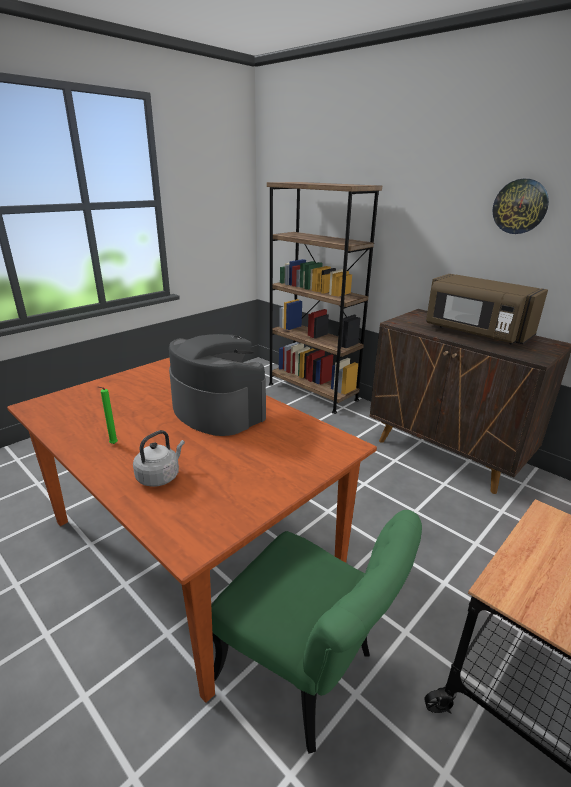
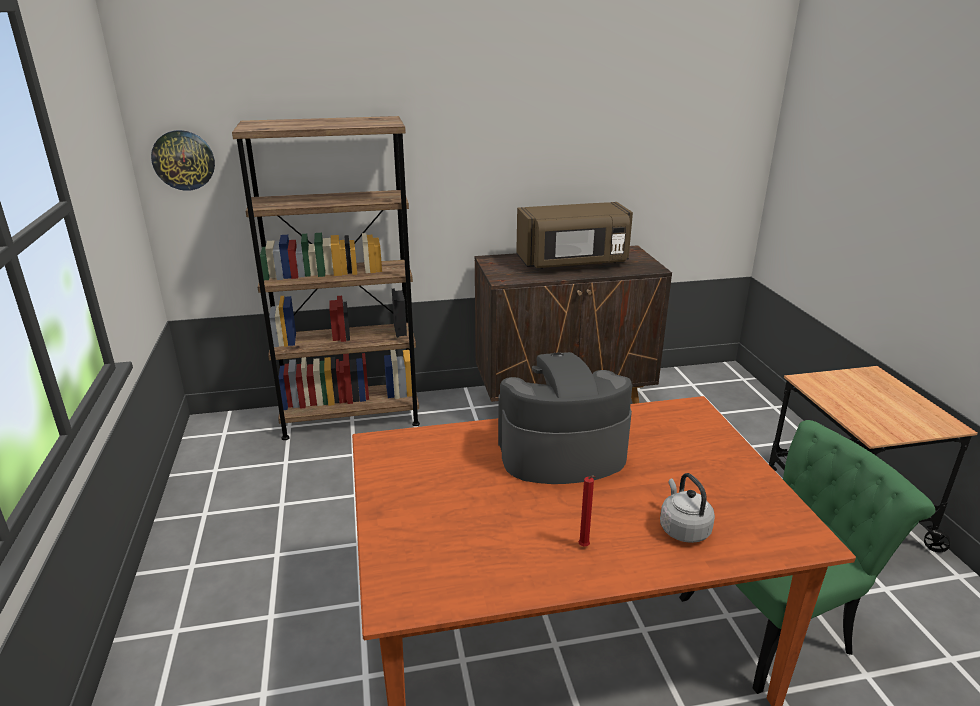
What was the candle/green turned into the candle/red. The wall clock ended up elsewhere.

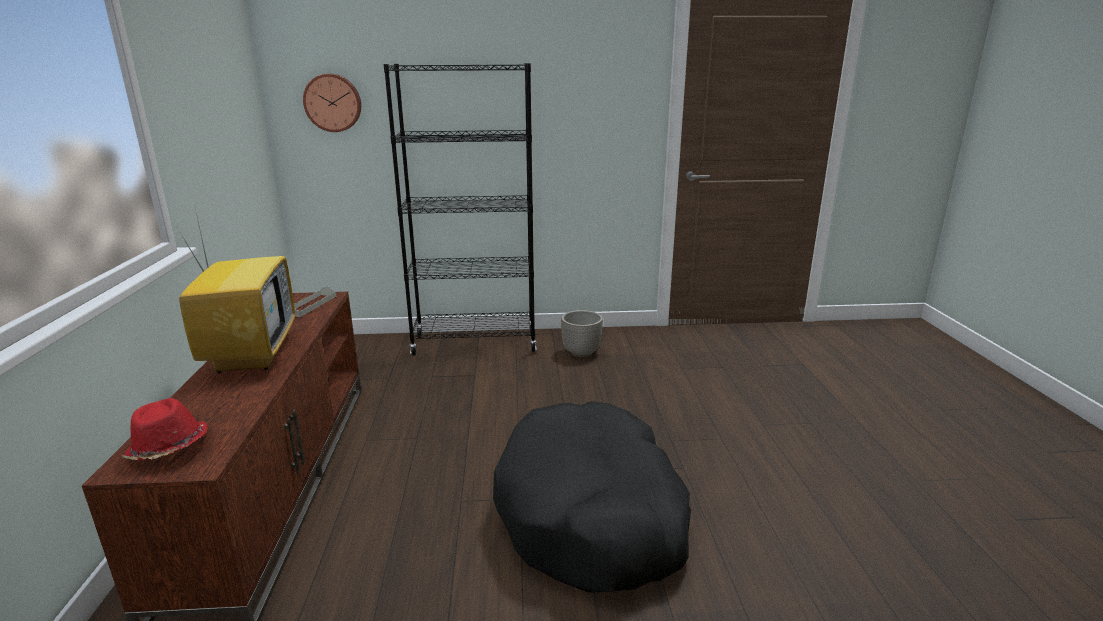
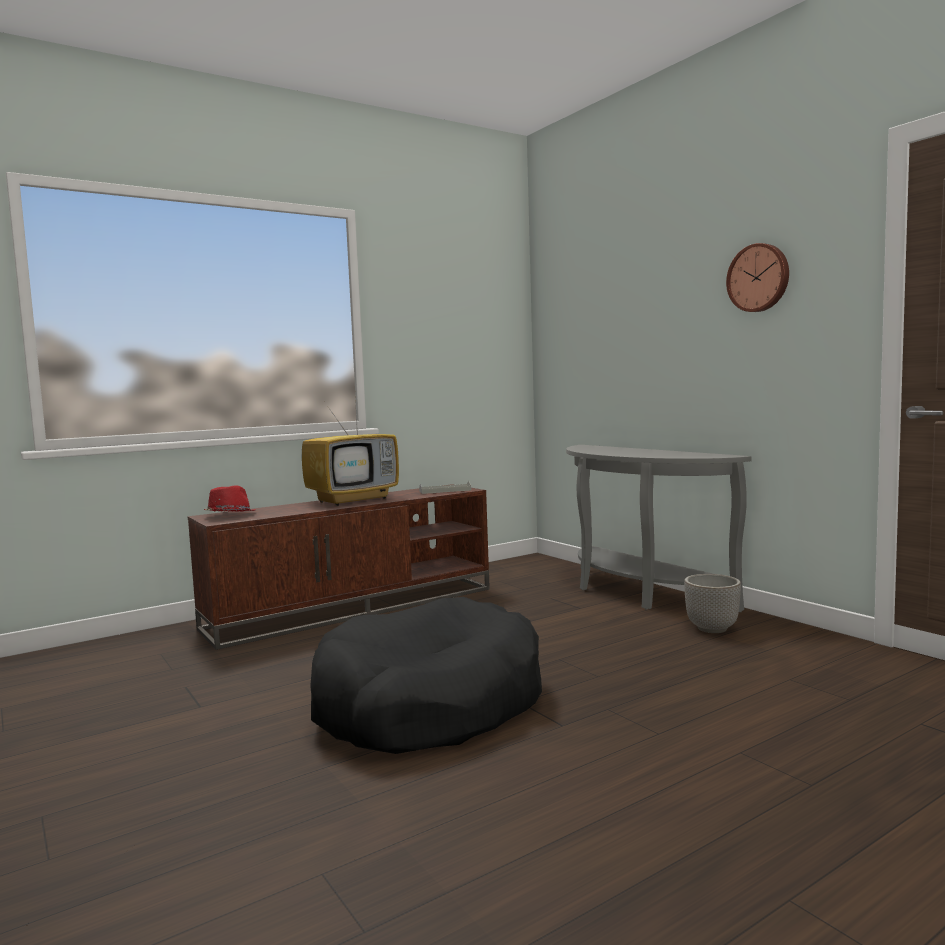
The wall clock ended up elsewhere. Where the bookcase/black stood, the console table/grey came to stand.

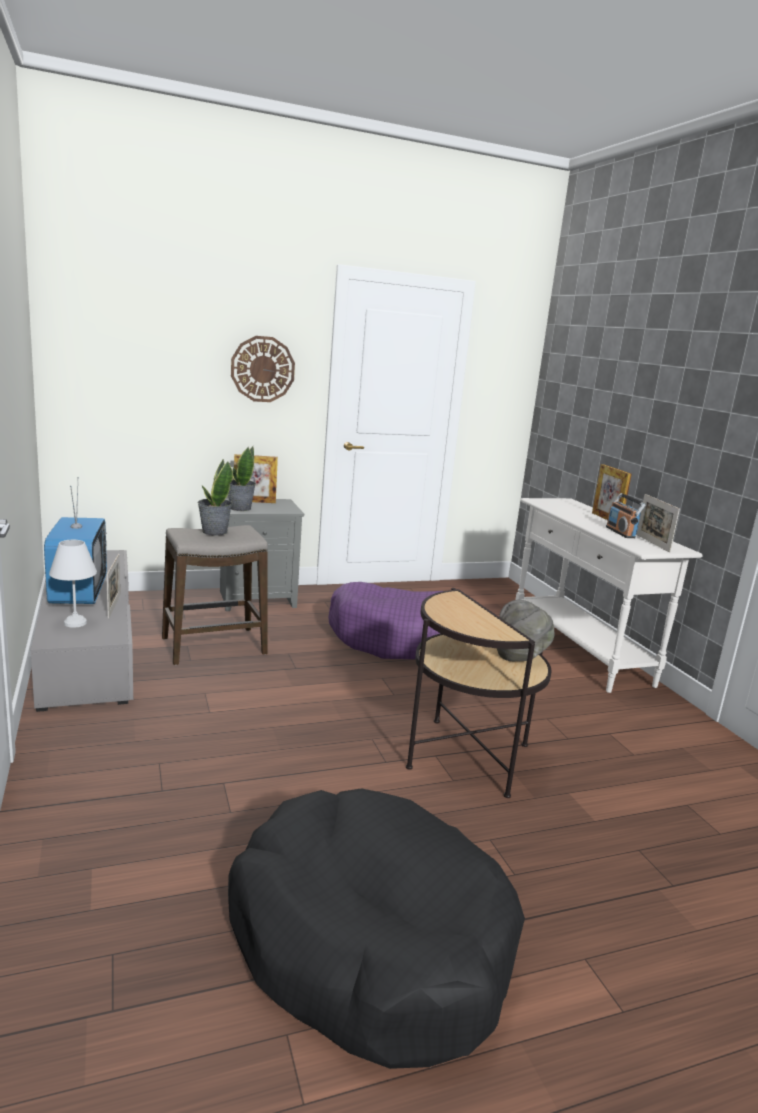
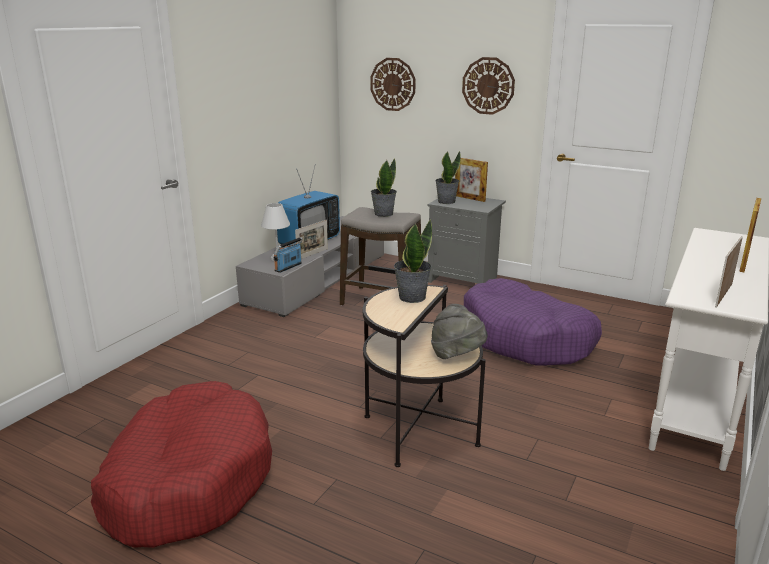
What was the dog bed/black turned into the dog bed/red. The radio ended up elsewhere. The second view gained the wall clock (no. 1 from left). The second view gained the potted plant (no. 2 from left).

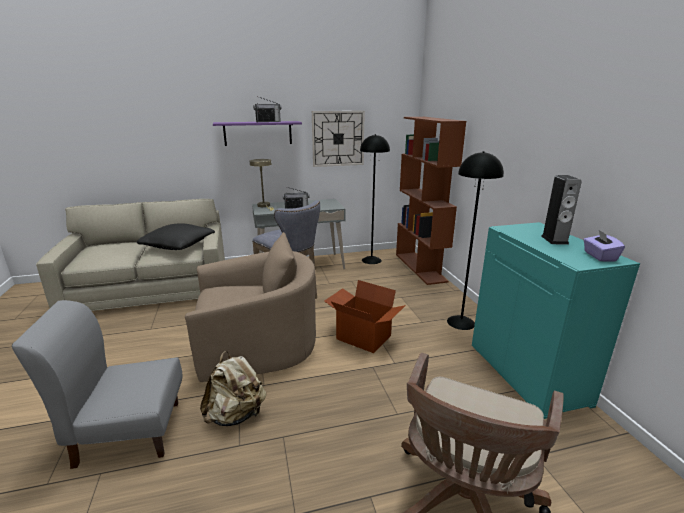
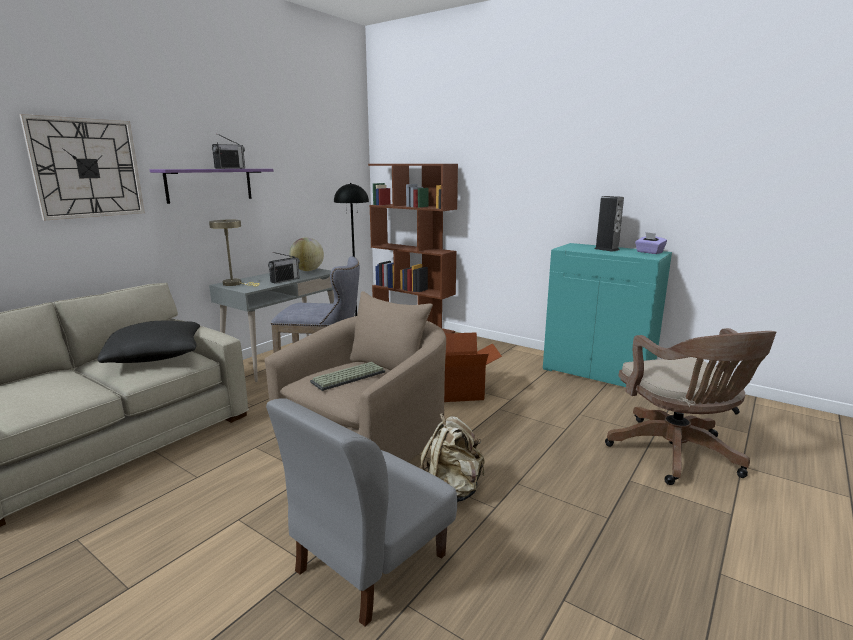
The wall clock ended up elsewhere. The second view lost the floor lamp/black (no. 2 from left). The second view gained the globe. The second view gained the keyboard.

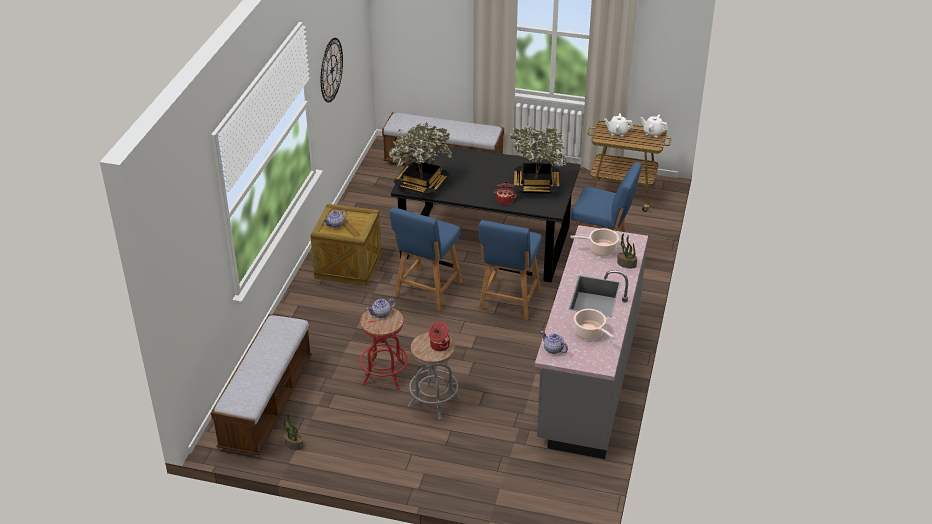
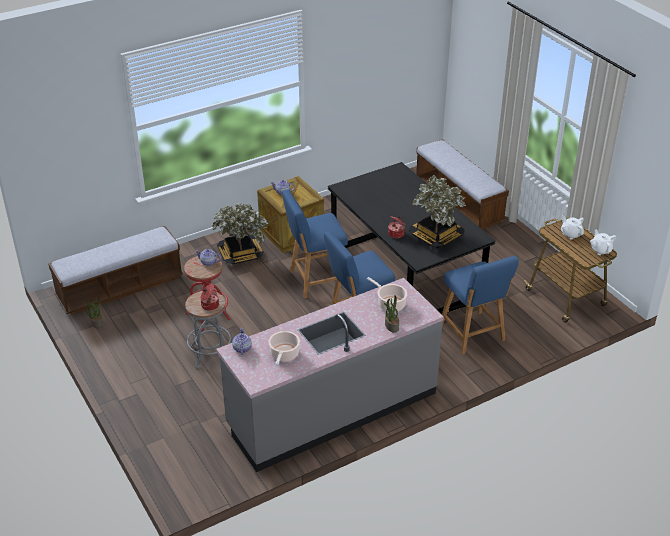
The second view lost the wall clock. The potted plant (no. 2 from left) ended up elsewhere.

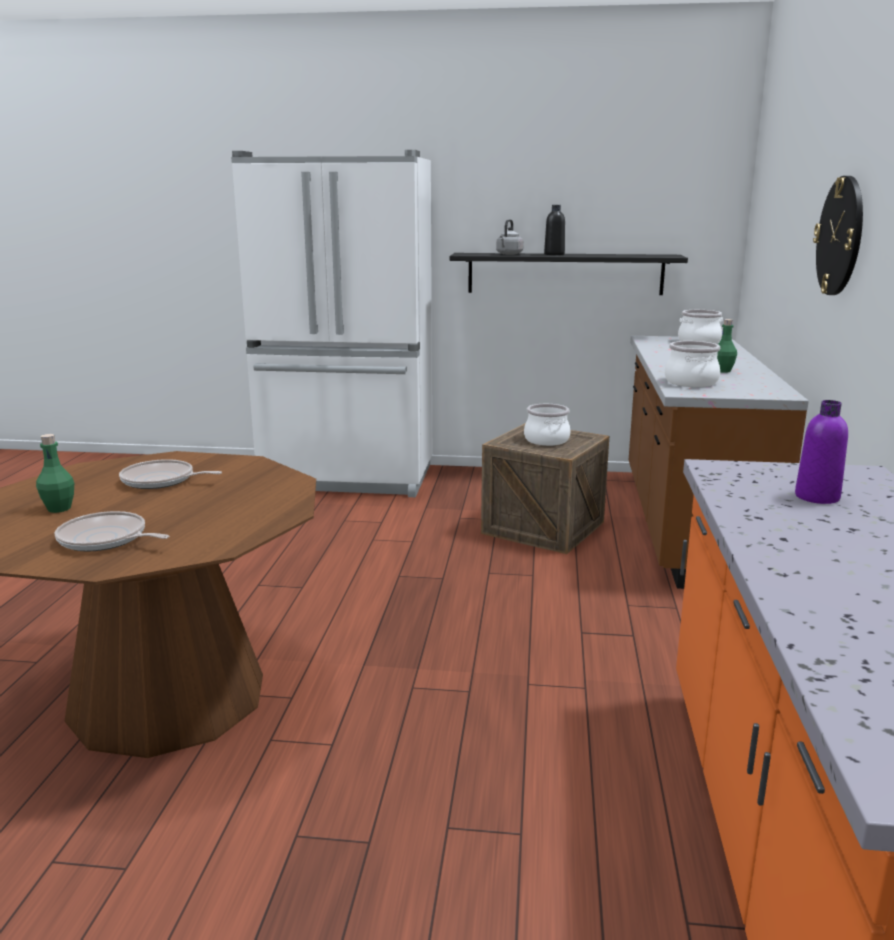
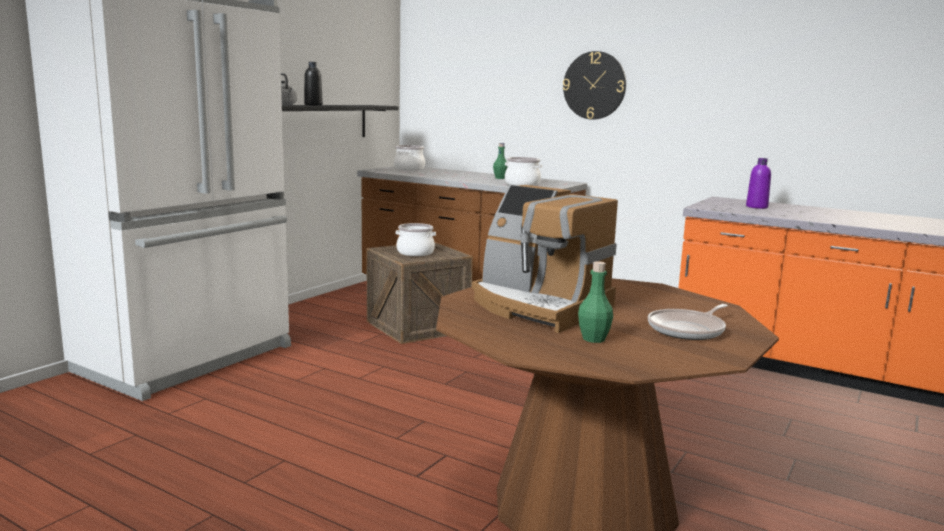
Where the frying pan (no. 2 from left) stood, the coffee machine came to stand.

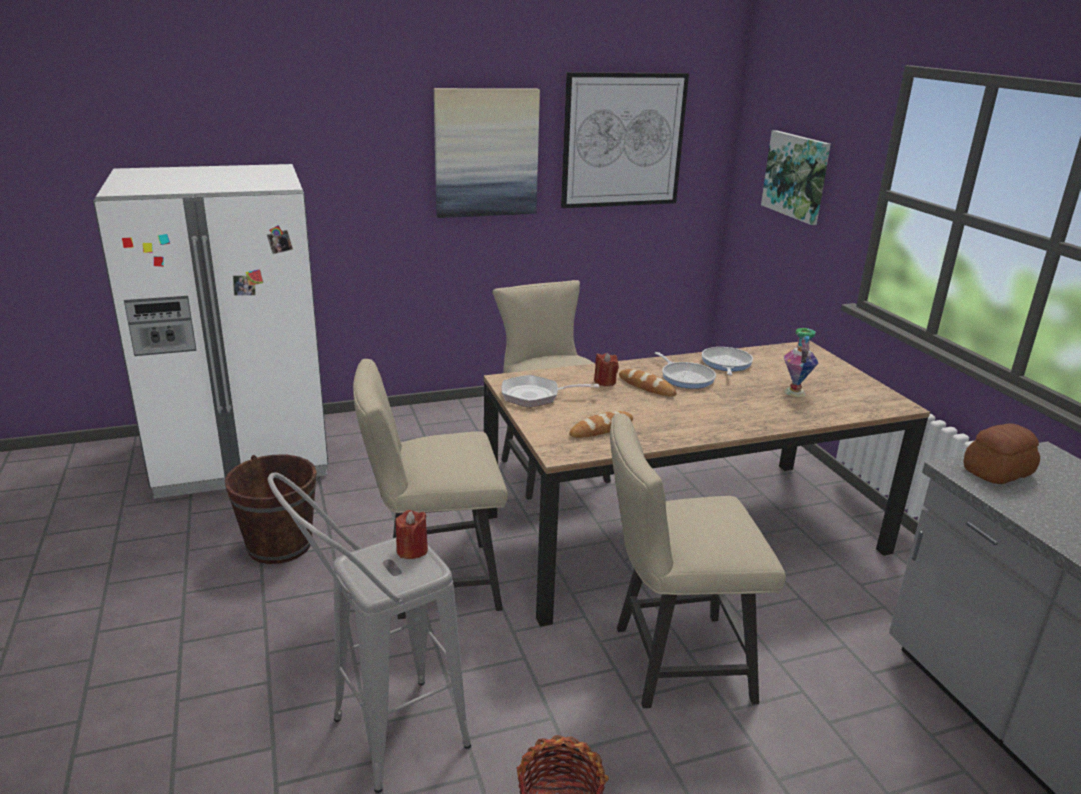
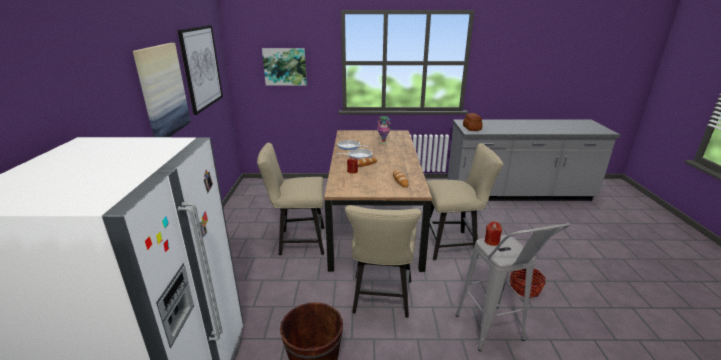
The second view lost the frying pan (no. 1 from left). The chair/beige (no. 3 from left) ended up facing another way, 105 degrees counterclockwise from before.

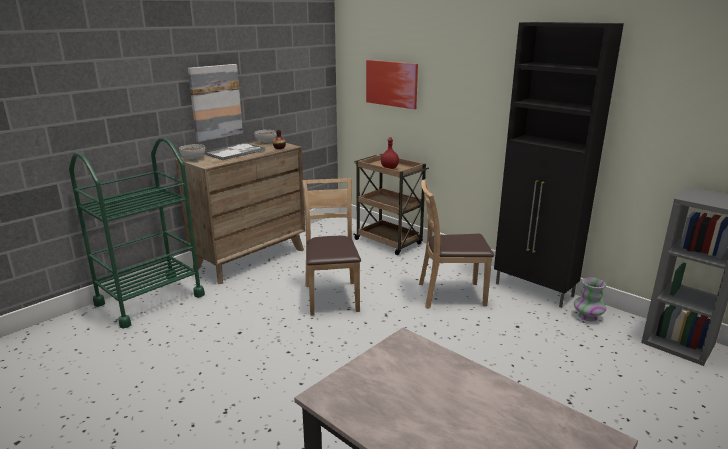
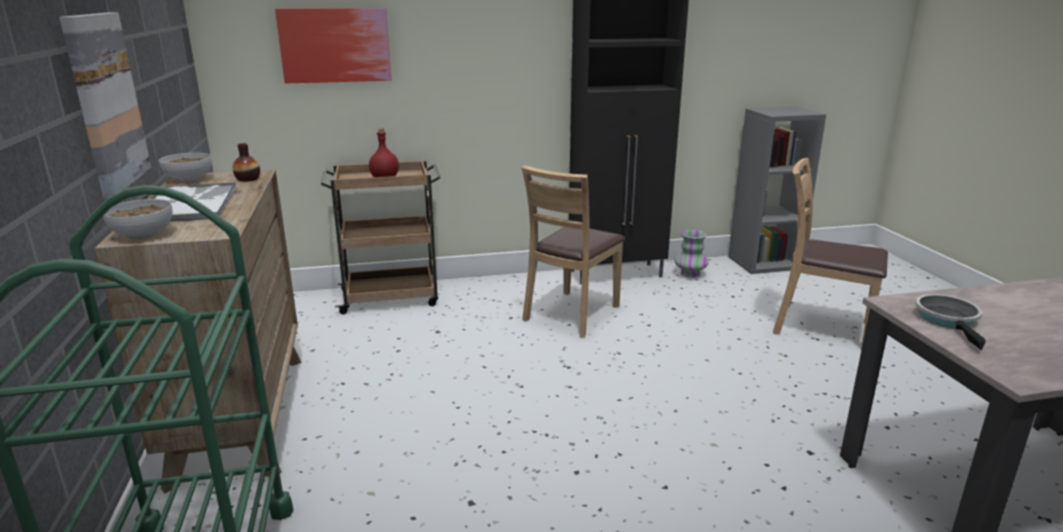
The chair/brown (no. 1 from left in the first image) ended up elsewhere. The second view gained the frying pan.

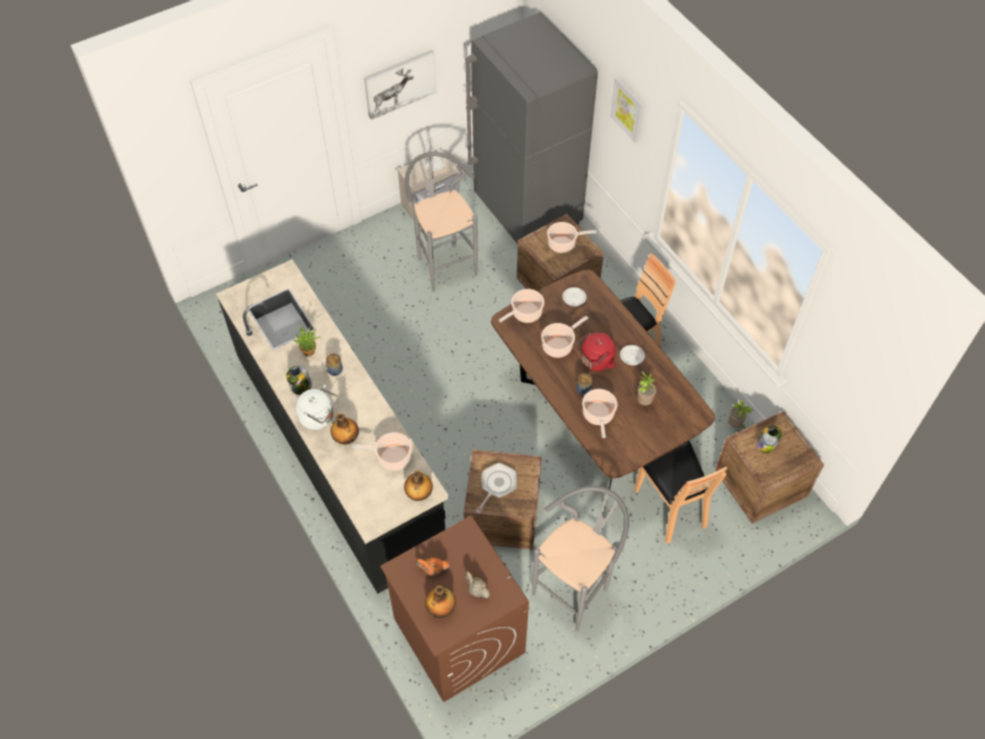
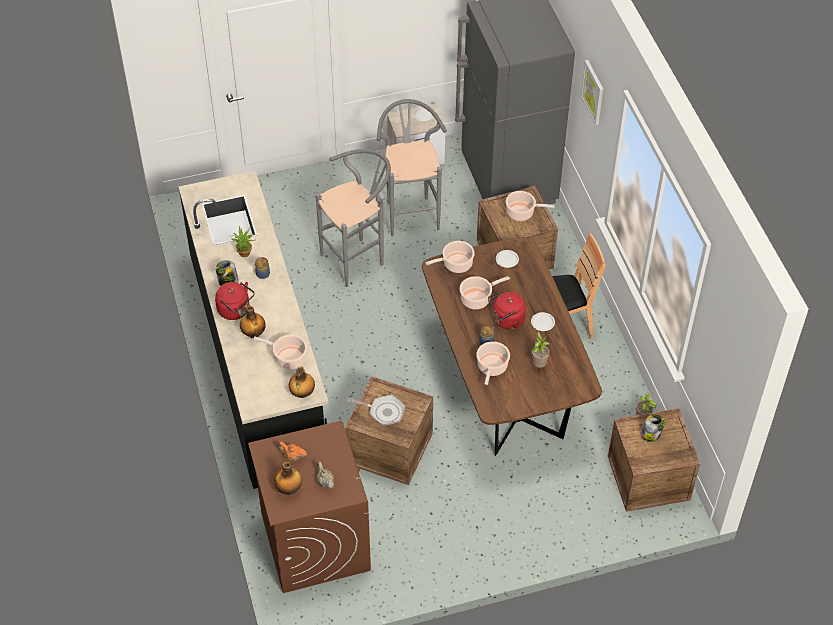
What was the kettle/white turned into the kettle/red (no. 1 from left). The second view lost the picture (no. 1 from left). The frying pan ended up facing another way, 60 degrees clockwise from before. The stool/grey (no. 2 from left in the first image) ended up elsewhere. The second view lost the chair/brown (no. 2 from left).

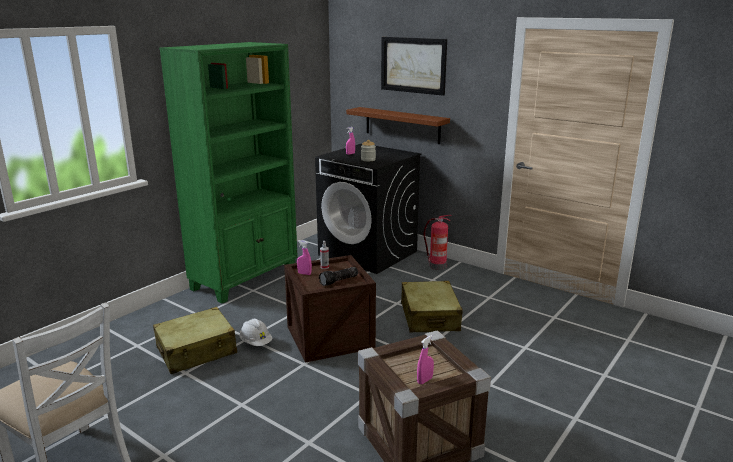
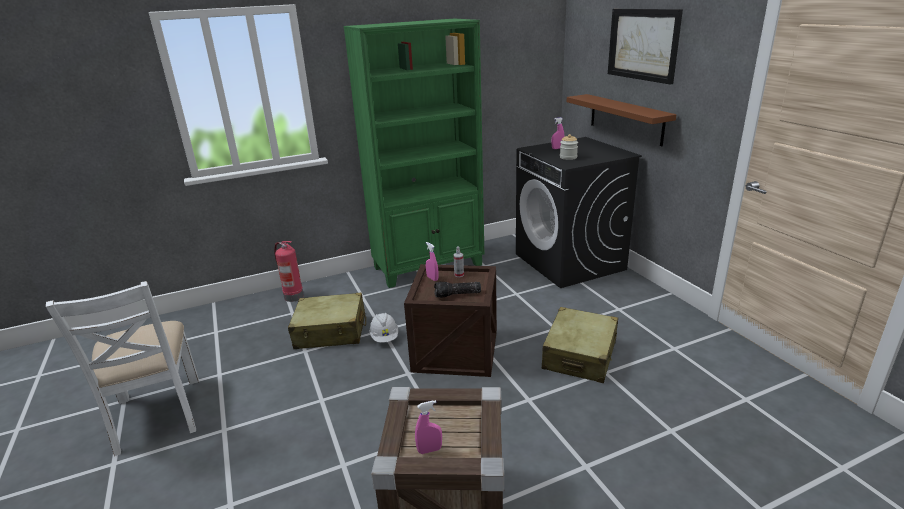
The fire extinguisher ended up elsewhere.

